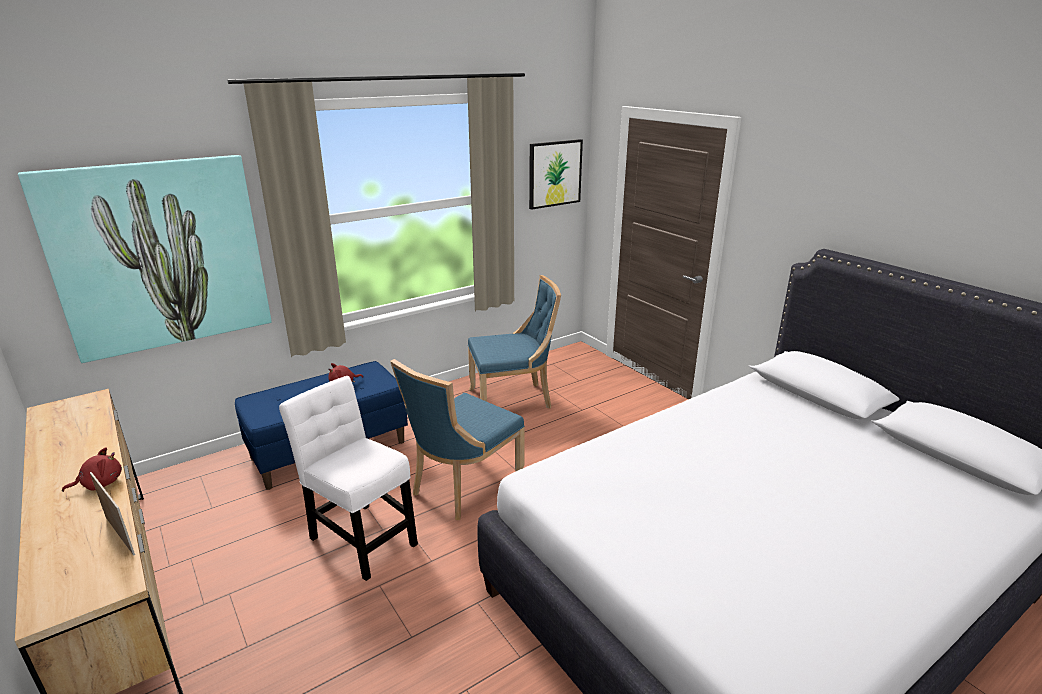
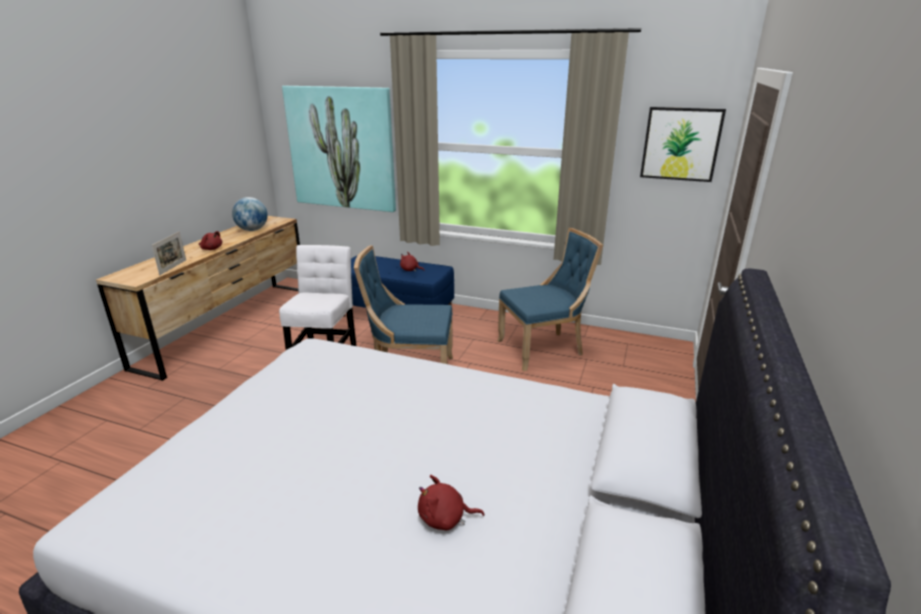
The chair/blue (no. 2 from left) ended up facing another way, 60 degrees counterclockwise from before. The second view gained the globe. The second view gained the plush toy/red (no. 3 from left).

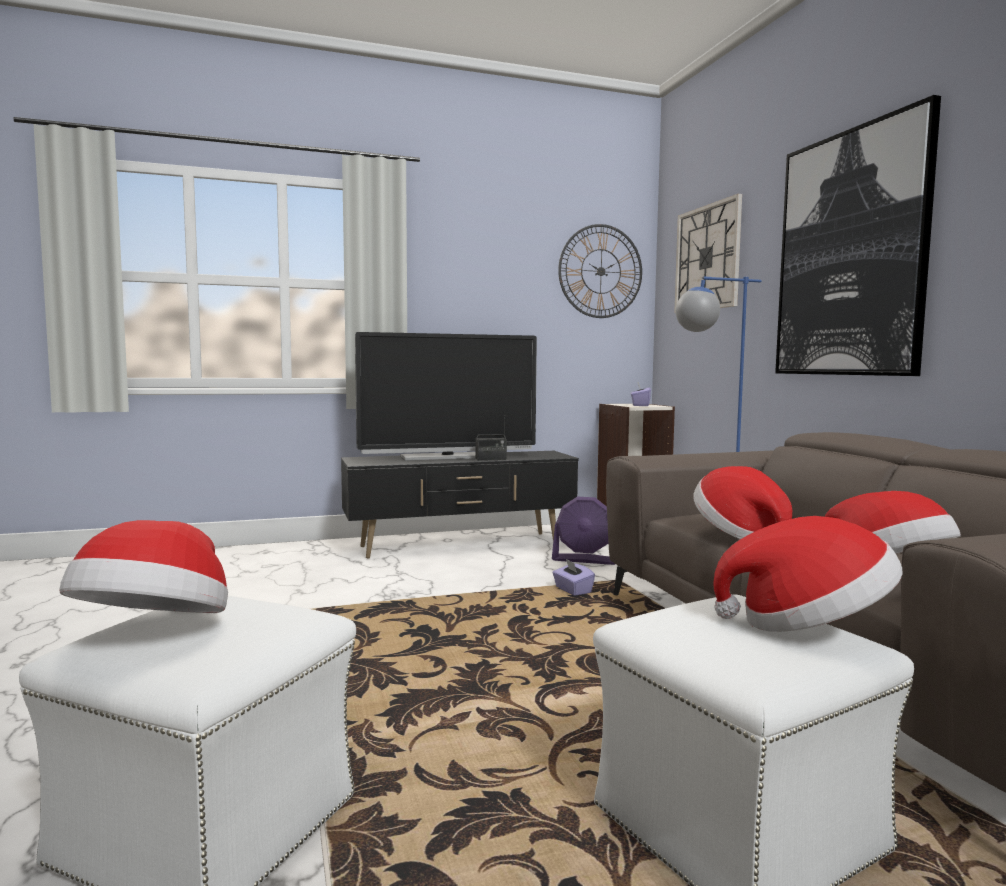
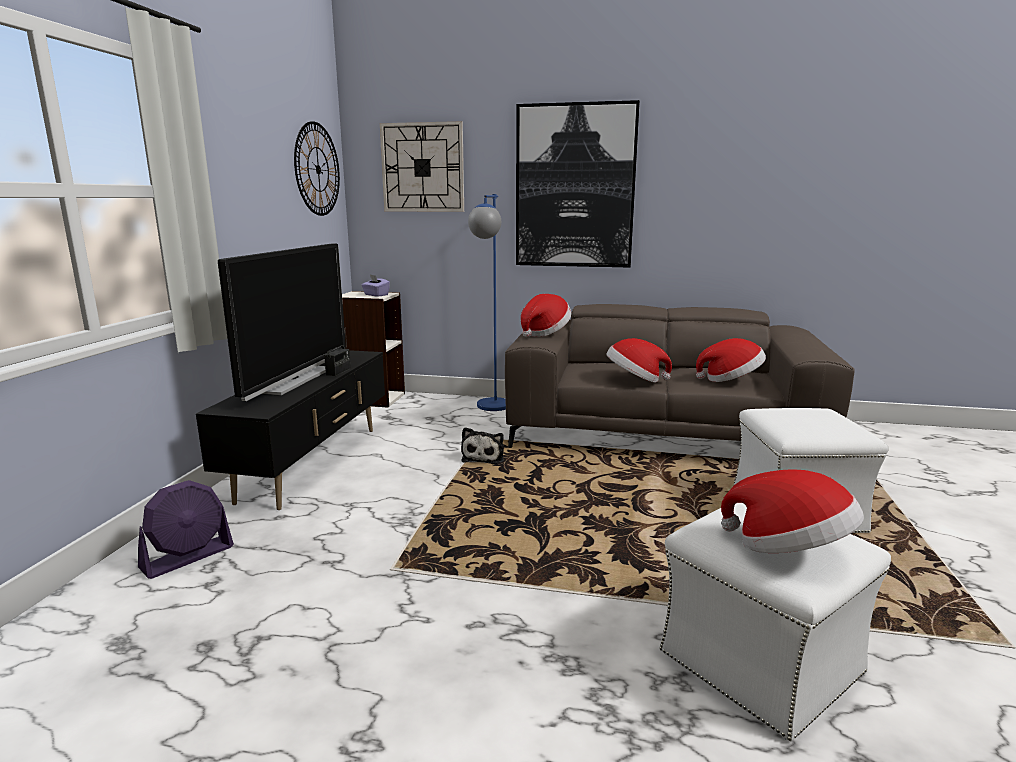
The fan/purple ended up elsewhere. Where the tissue box/purple (no. 1 from left) stood, the plush toy came to stand. The hat (no. 3 from left in the first image) ended up elsewhere.

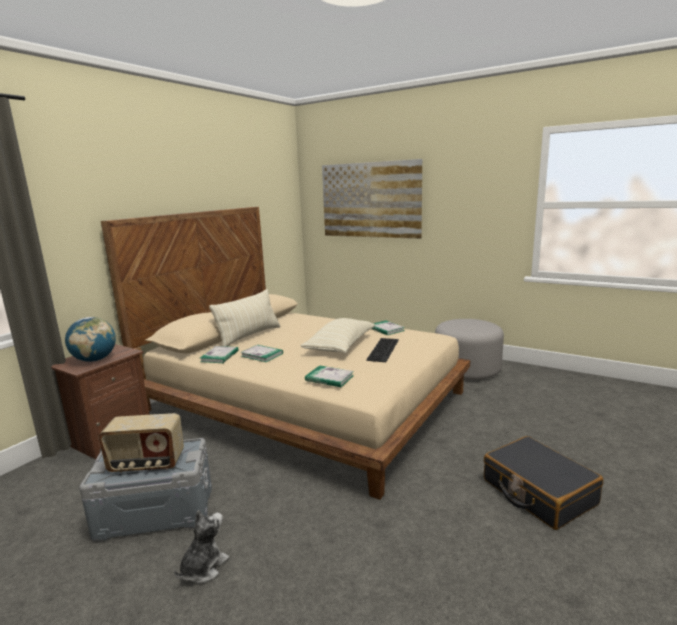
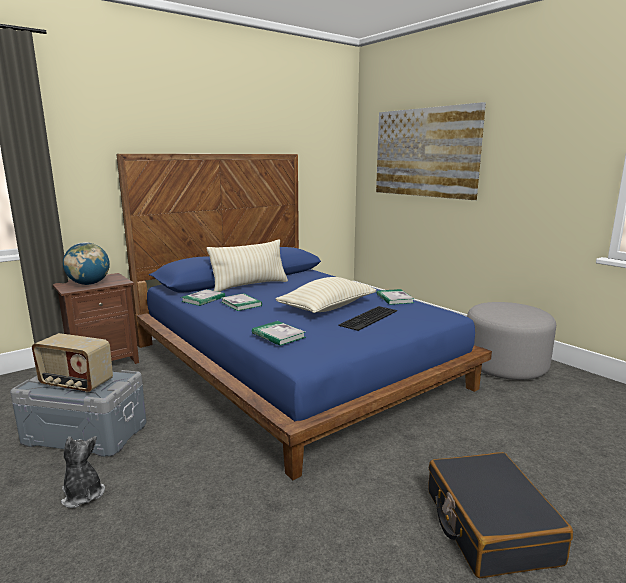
What was the bed/beige turned into the bed/blue. The plush toy ended up facing another way, 90 degrees counterclockwise from before.

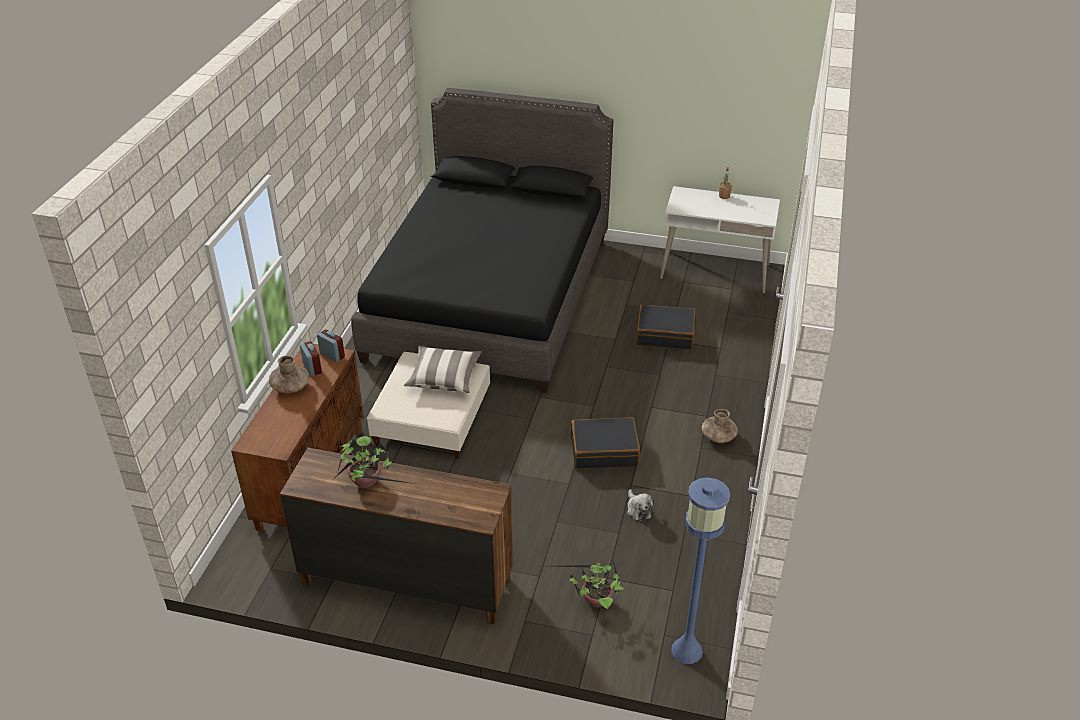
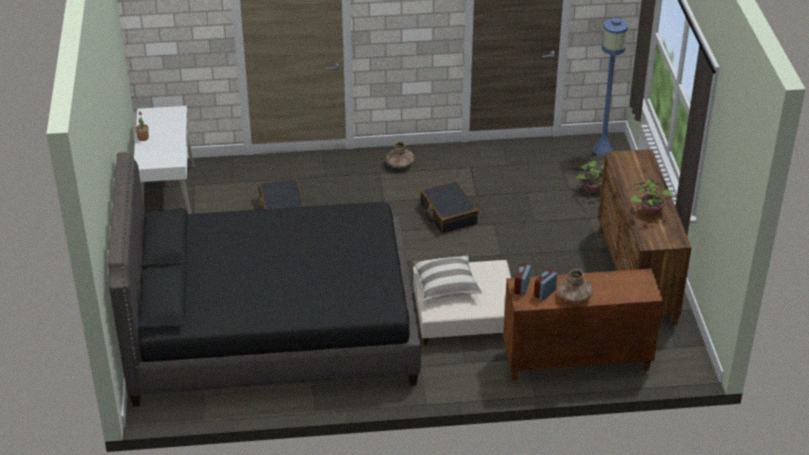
The second view lost the plush toy.

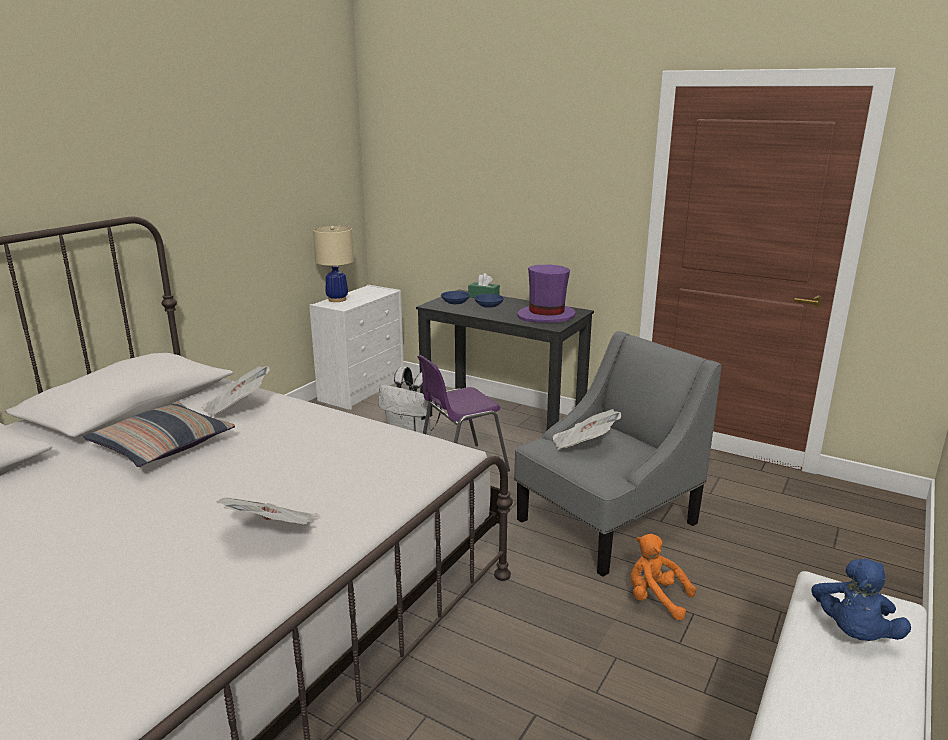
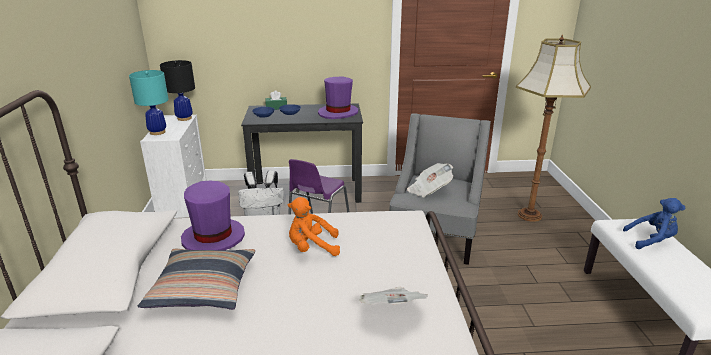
Where the newspaper (no. 1 from left) stood, the hat/purple (no. 1 from left) came to stand. What was the table lamp/beige turned into the table lamp/turquoise. The plush toy/orange ended up elsewhere. The plush toy/blue ended up facing another way, 75 degrees counterclockwise from before. The second view gained the table lamp/black. The second view gained the floor lamp.

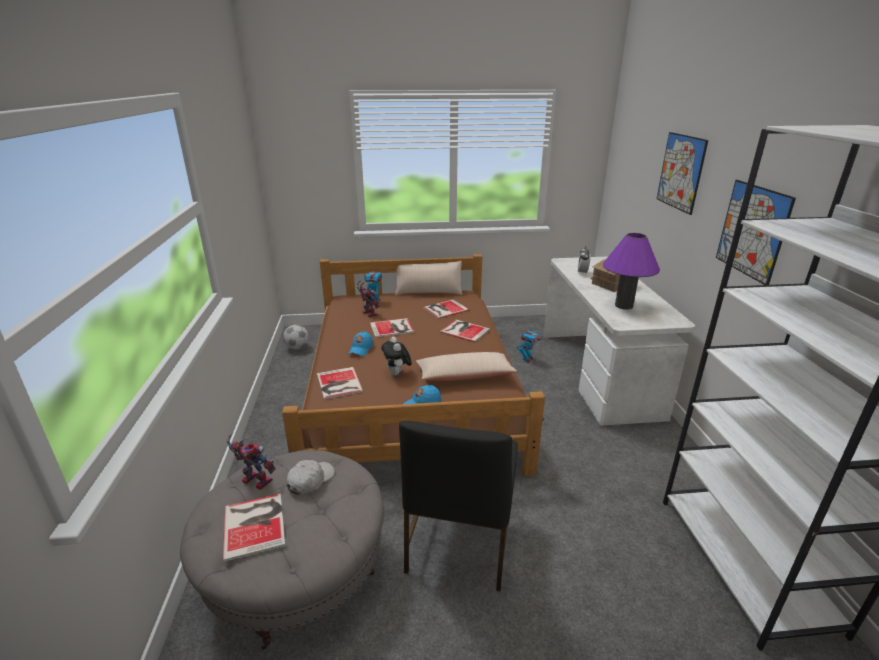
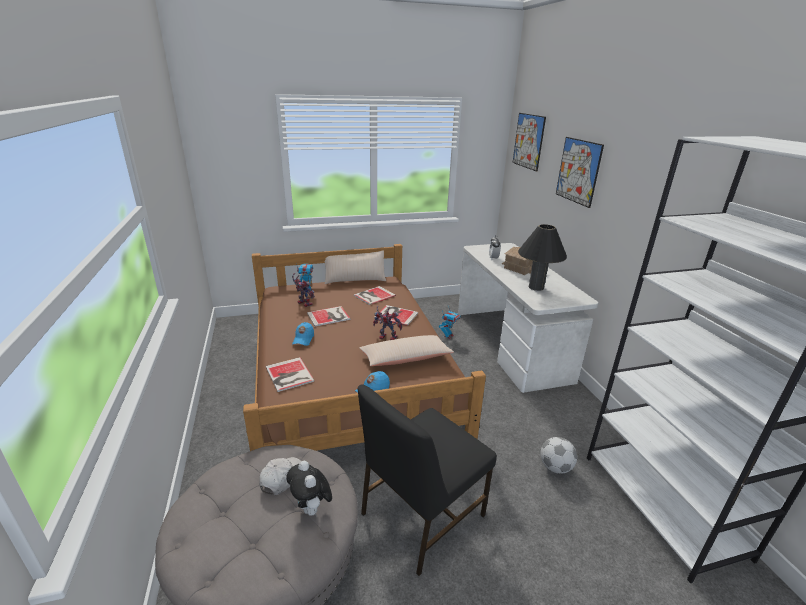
The second view lost the book (no. 1 from left). The toy robot (no. 1 from left in the first image) ended up elsewhere. The football ended up elsewhere. The plush toy ended up elsewhere. The chair/black ended up facing another way, 45 degrees clockwise from before. What was the table lamp/purple turned into the table lamp/black. The picture (no. 2 from left in the first image) ended up elsewhere.

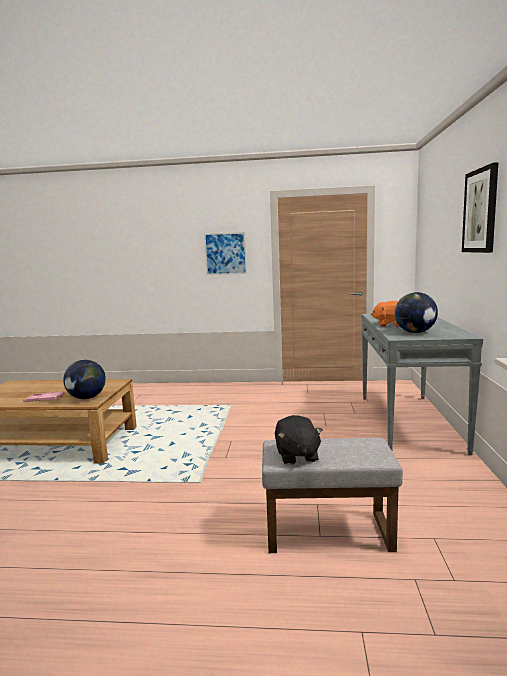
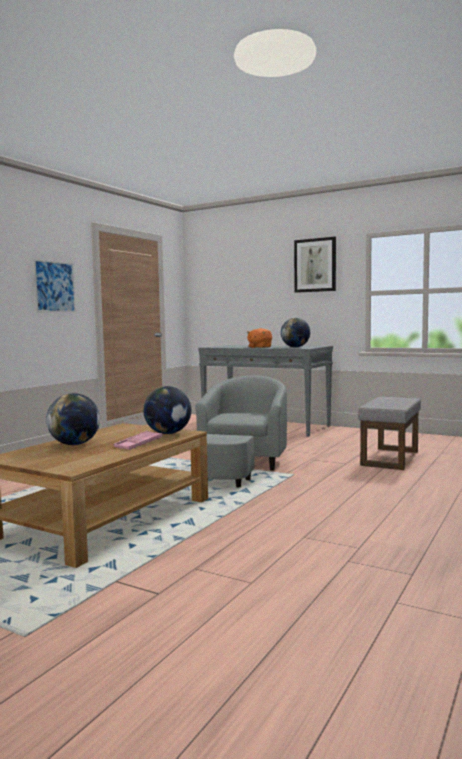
The second view lost the plush toy/black. The second view gained the globe (no. 1 from left). The second view gained the armchair/grey.

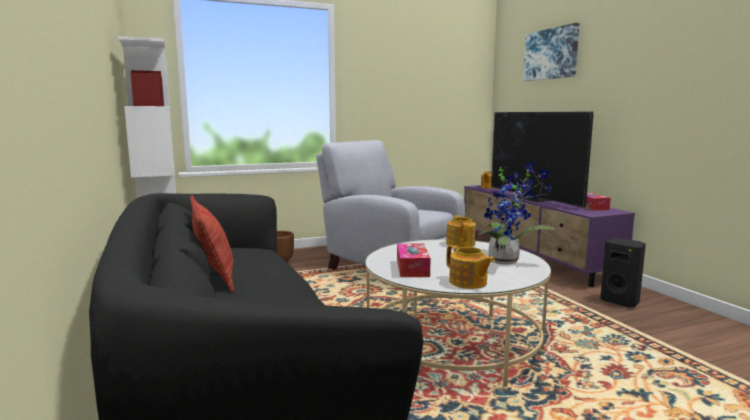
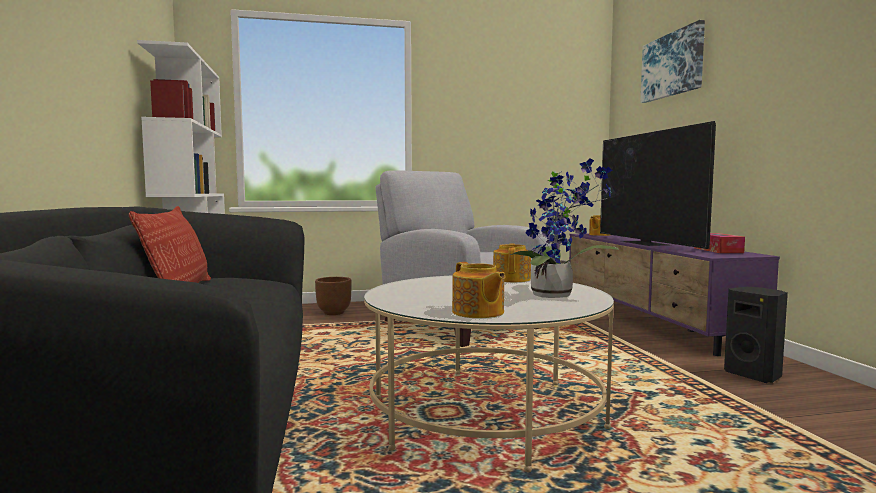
The second view lost the tissue box (no. 1 from left).

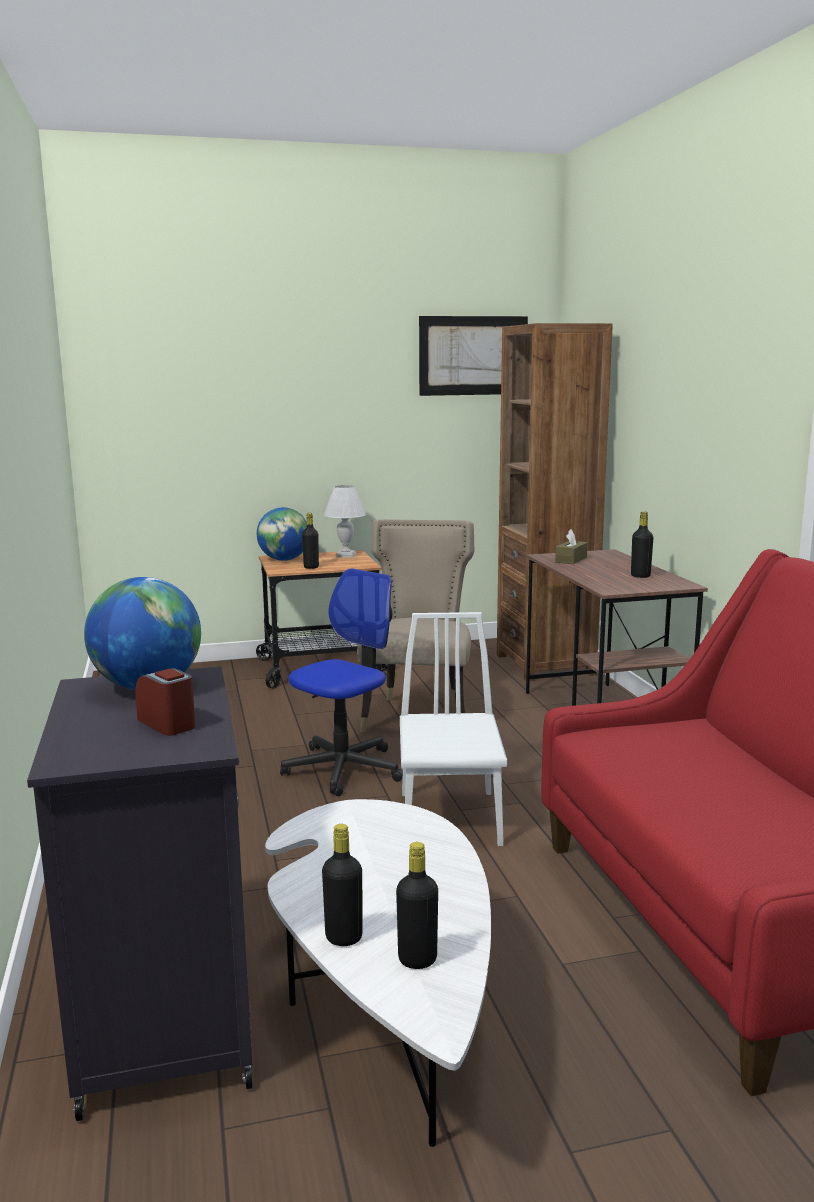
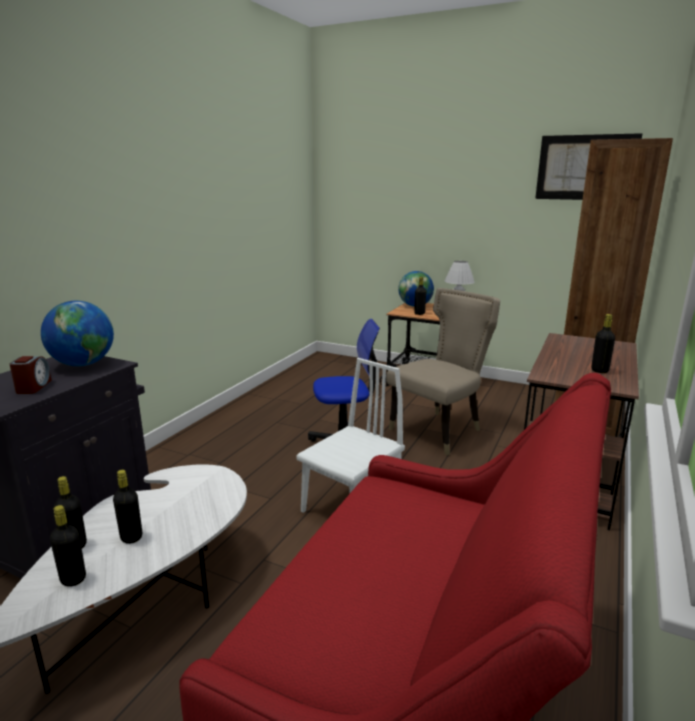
The second view lost the tissue box/brown. The second view gained the bottle/black (no. 3 from left).

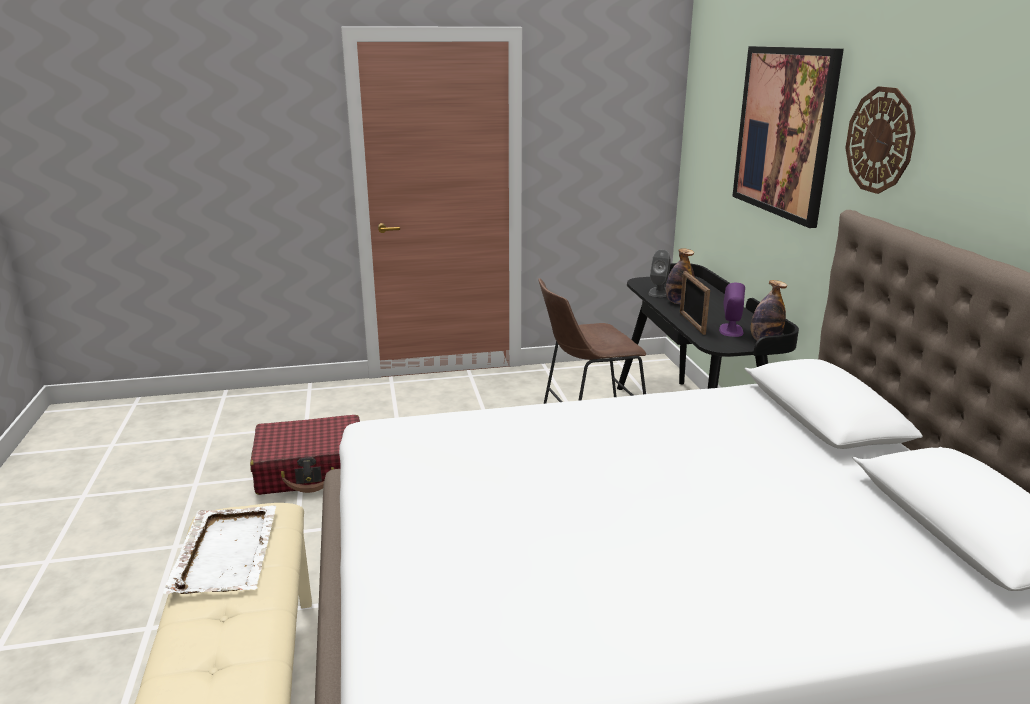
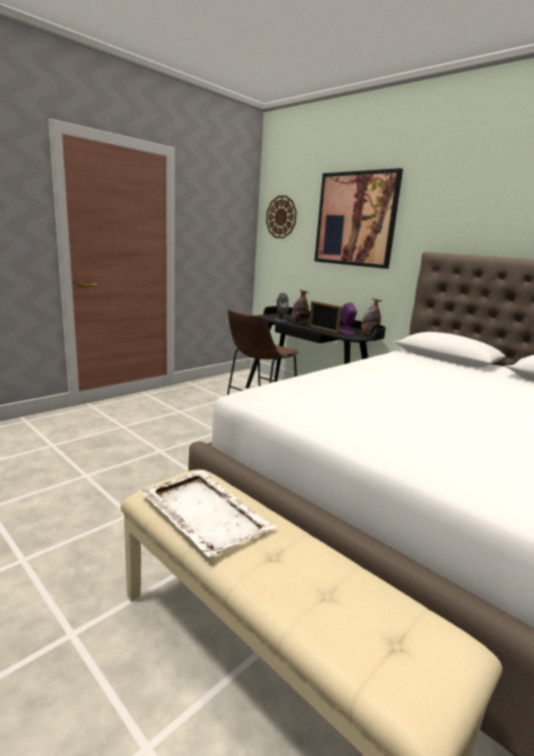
The second view lost the suitcase/red. The wall clock ended up elsewhere.

